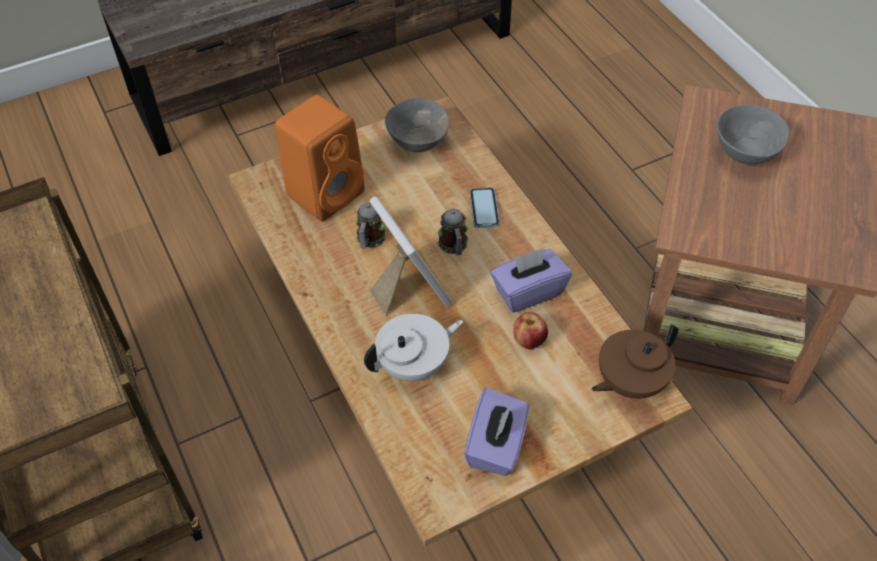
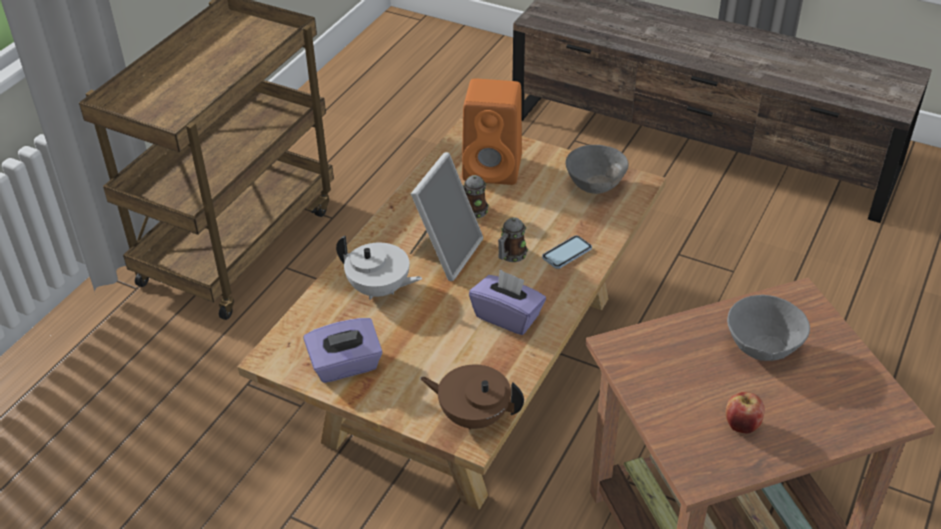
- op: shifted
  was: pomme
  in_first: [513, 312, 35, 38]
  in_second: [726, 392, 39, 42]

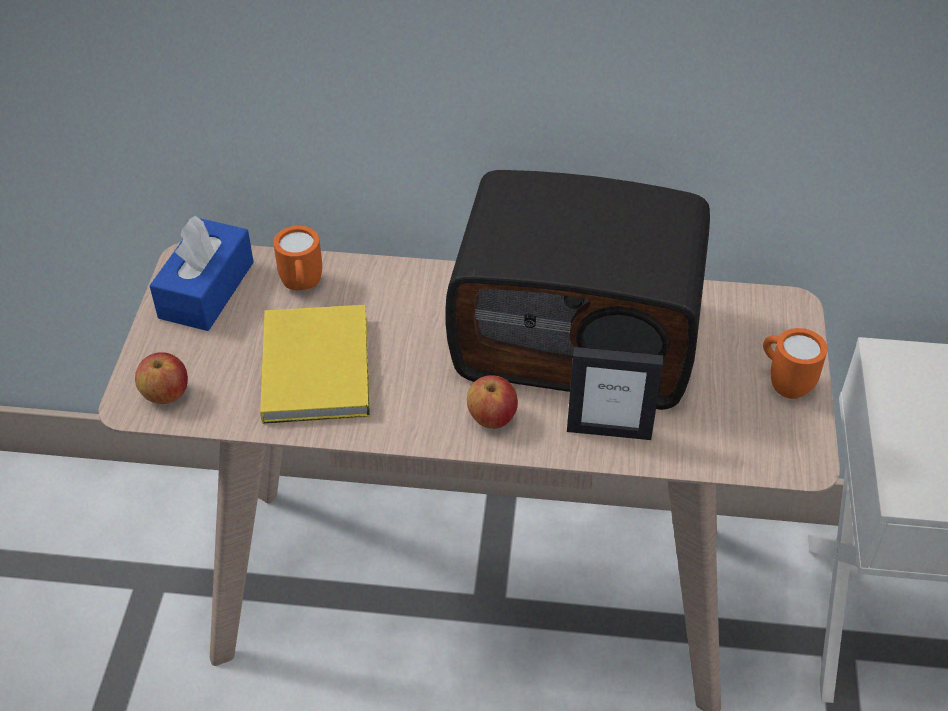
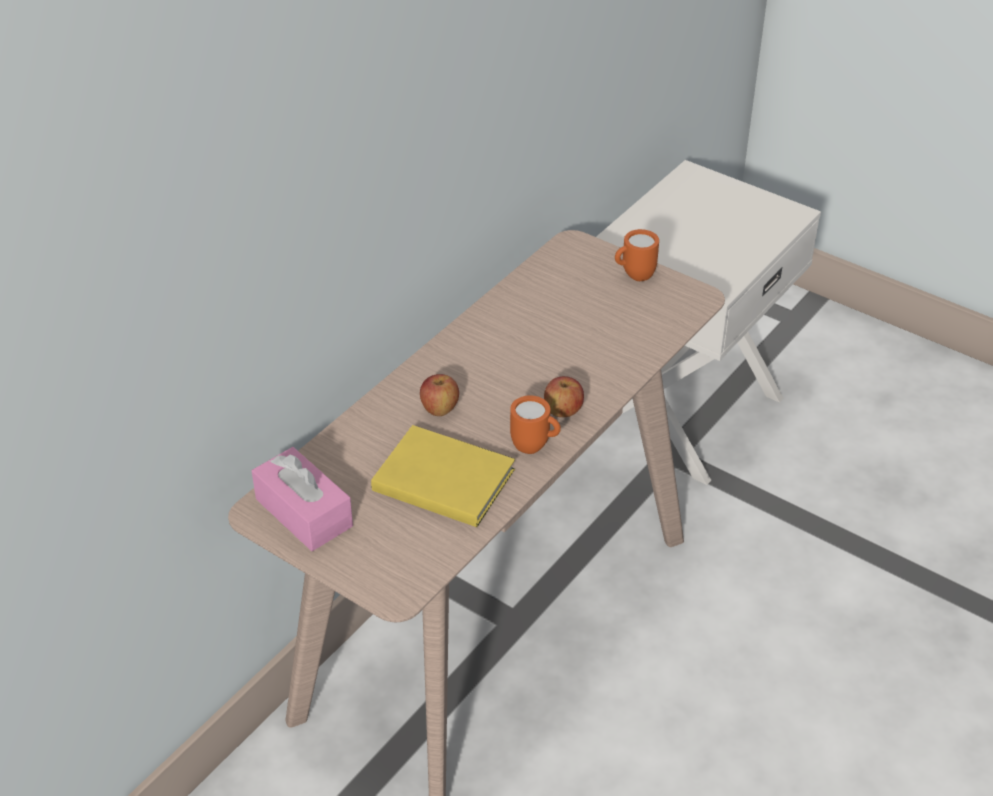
- op: gone
  was: radio
  in_first: [446, 170, 264, 240]
- op: gone
  was: cadre photo
  in_first: [567, 347, 96, 93]
- op: shifted
  was: pomme
  in_first: [135, 352, 53, 52]
  in_second: [420, 374, 39, 42]
- op: shifted
  was: mug [orange]
  in_first: [273, 226, 49, 64]
  in_second: [510, 395, 51, 59]
- op: repainted
  was: boîte à mouchoirs [bleu]
  now: boîte à mouchoirs [rose]
  in_first: [149, 216, 105, 115]
  in_second: [252, 447, 101, 104]

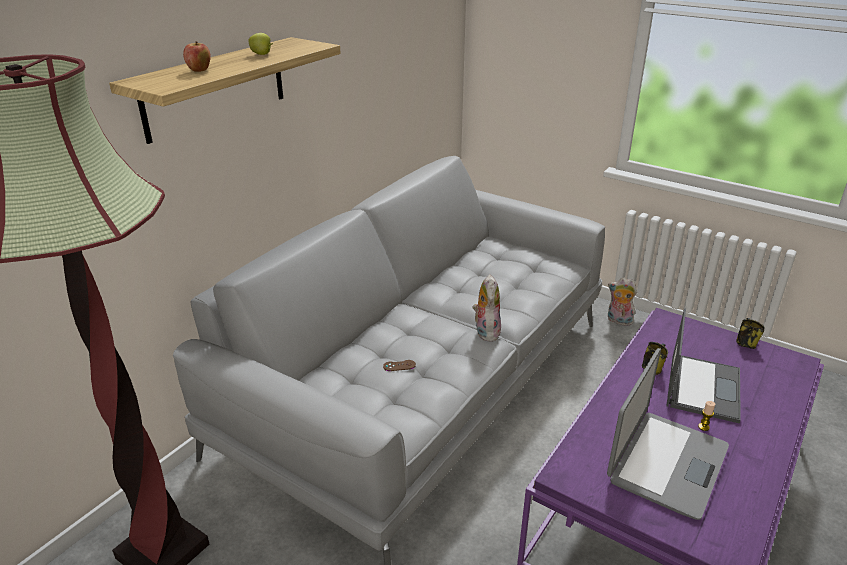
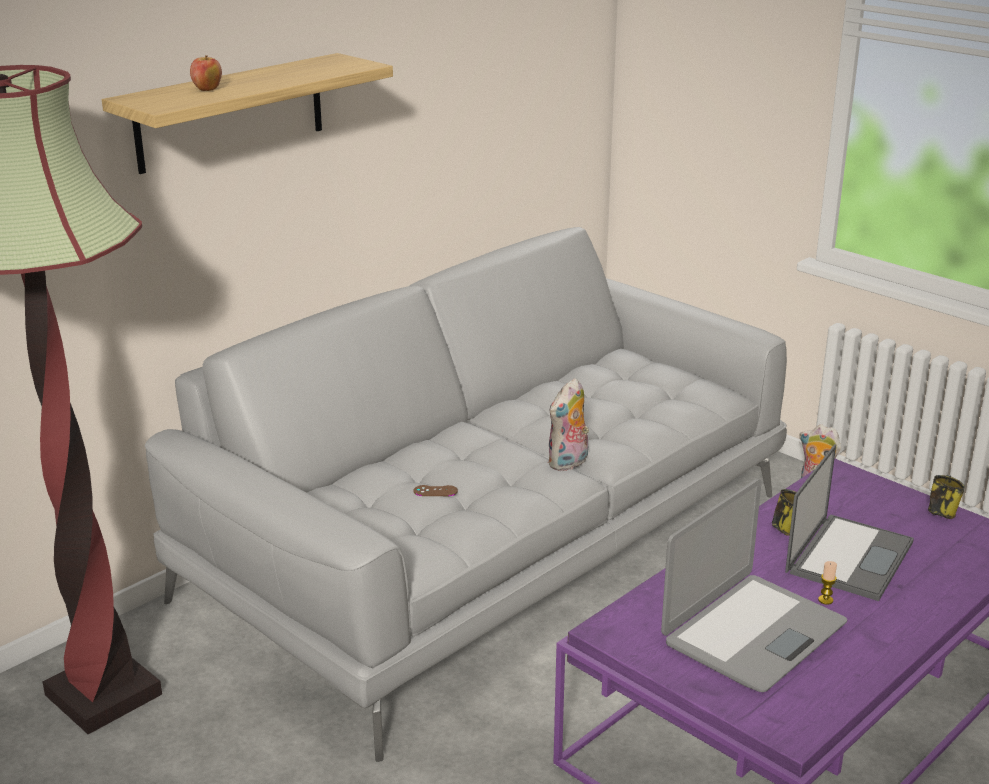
- op: gone
  was: pomme
  in_first: [248, 33, 25, 22]
- op: rotated
  was: peluche
  in_first: [473, 274, 28, 68]
  in_second: [548, 378, 41, 94]
  clockwise: -150

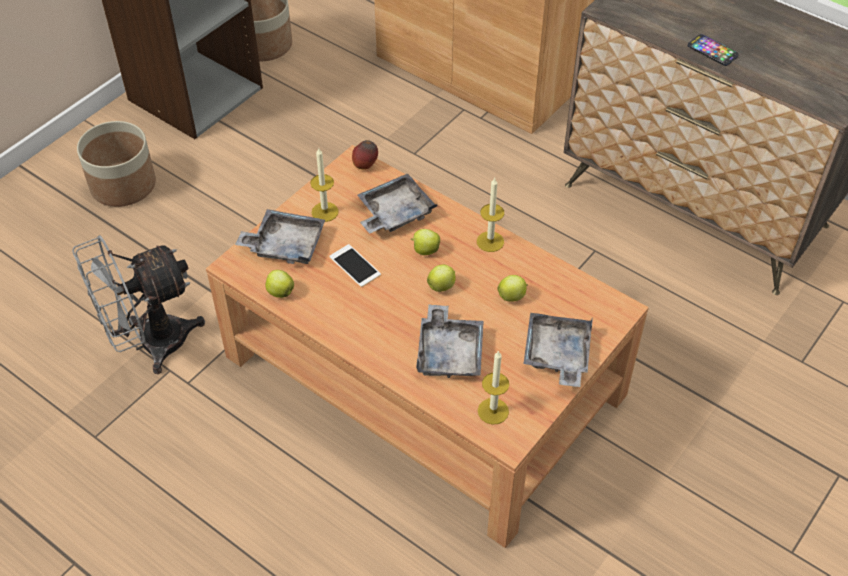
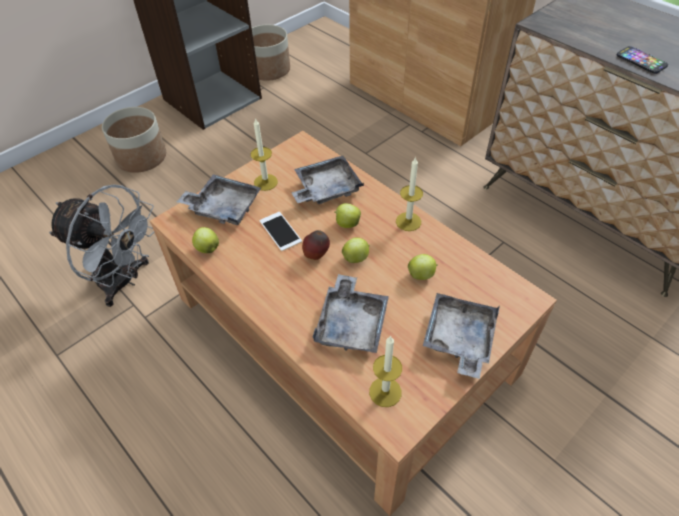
- op: shifted
  was: pomme
  in_first: [352, 140, 26, 30]
  in_second: [302, 230, 28, 30]
- op: rotated
  was: ventilateur [gris]
  in_first: [72, 235, 133, 139]
  in_second: [49, 184, 105, 123]
  clockwise: -135

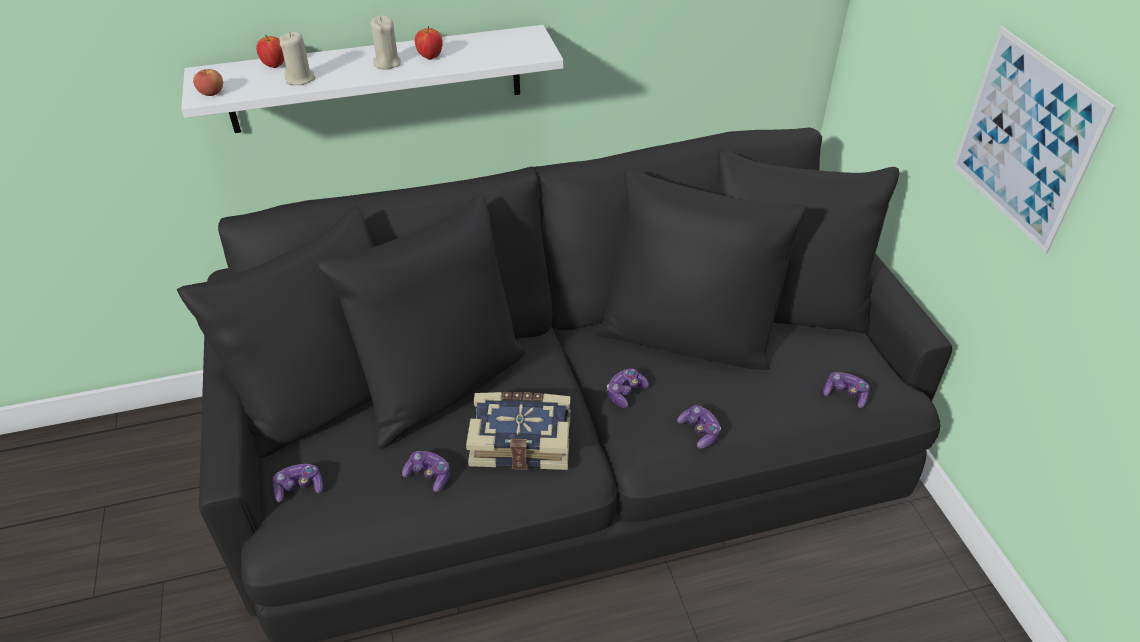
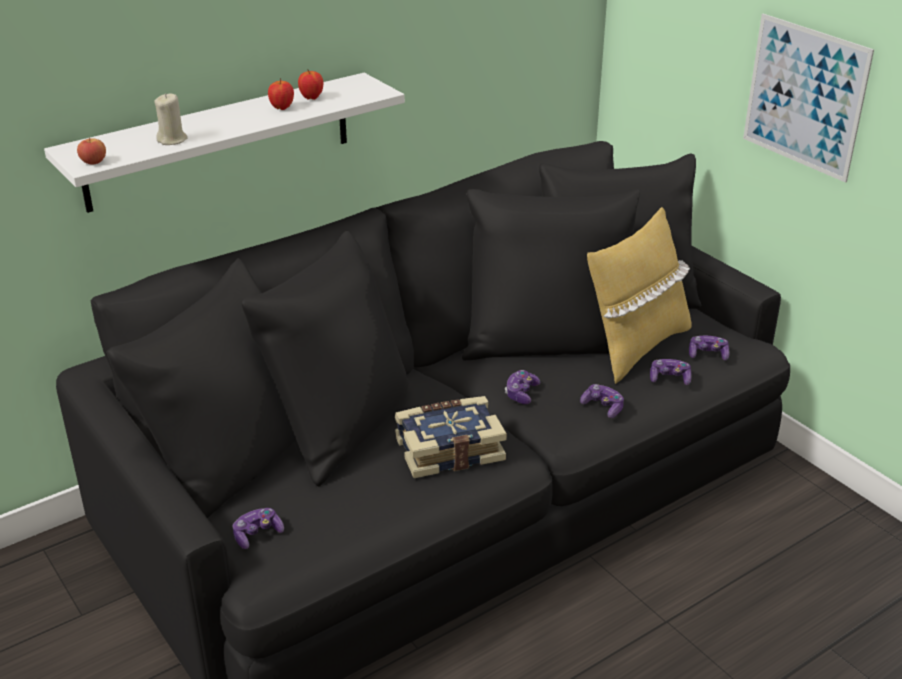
- op: gone
  was: bougie [beige]
  in_first: [370, 15, 31, 55]
- op: new
  now: coussin [jaune]
  in_second: [587, 207, 105, 177]
- op: shifted
  was: pomme
  in_first: [256, 35, 28, 33]
  in_second: [298, 69, 25, 31]
- op: shifted
  was: manette
  in_first: [402, 451, 48, 41]
  in_second: [650, 359, 41, 26]

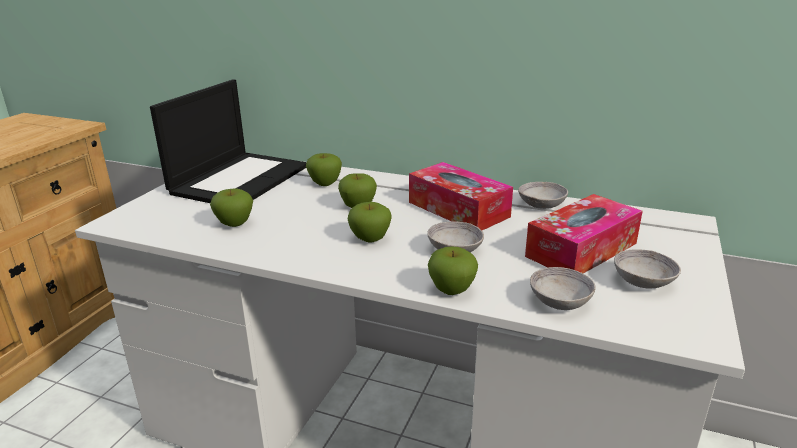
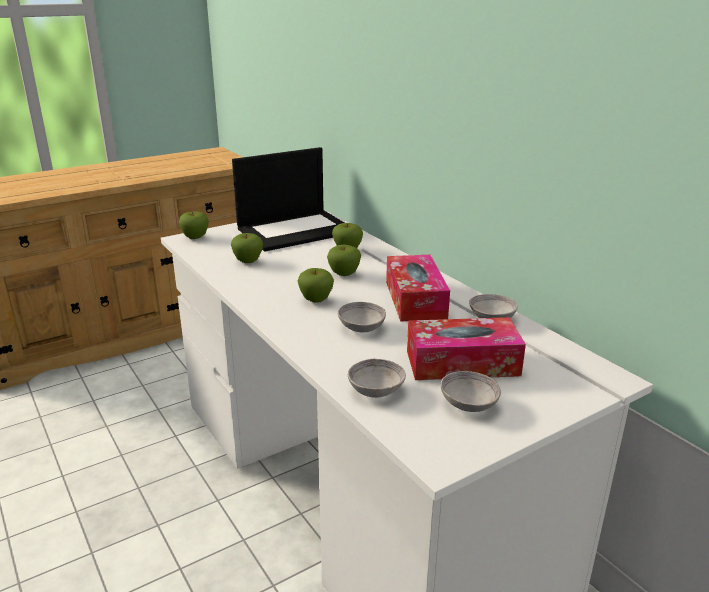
- op: shifted
  was: pomme
  in_first: [428, 247, 50, 48]
  in_second: [179, 212, 30, 27]

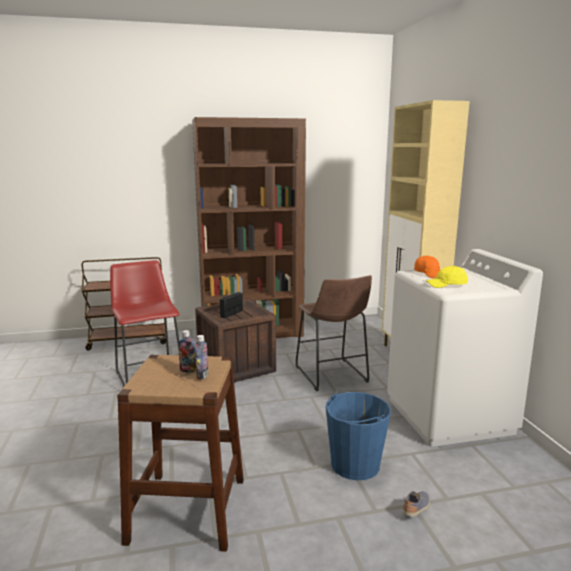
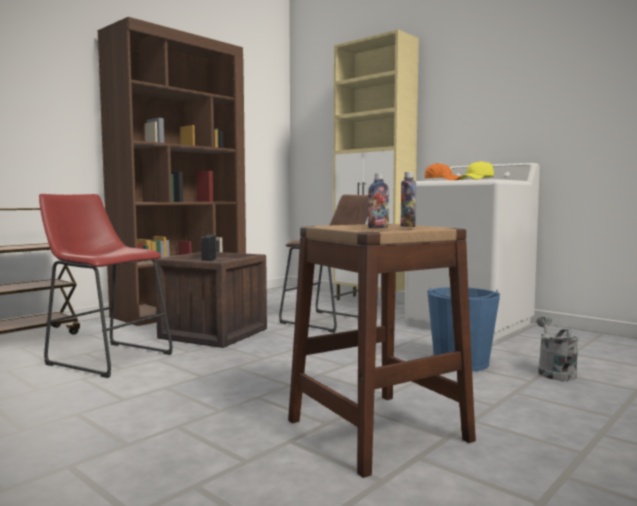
- op: swapped
  was: chaussure
  now: arrosoir [gris]
  in_first: [402, 491, 28, 26]
  in_second: [537, 315, 42, 66]

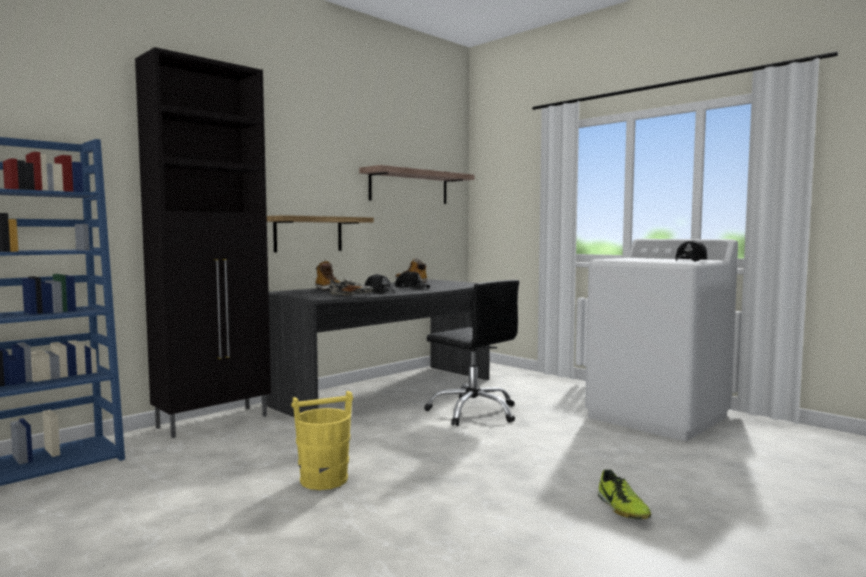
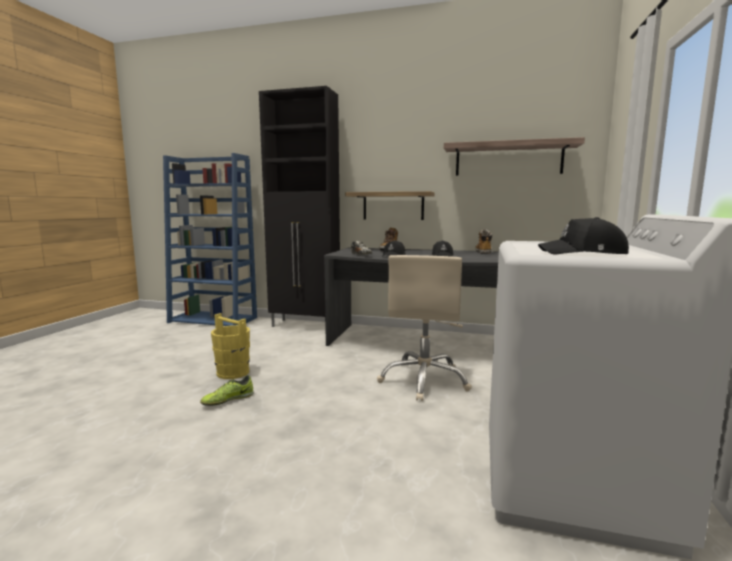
- op: shifted
  was: chaussure
  in_first: [598, 469, 53, 50]
  in_second: [200, 375, 54, 31]
- op: repainted
  was: chaise de bureau [noir]
  now: chaise de bureau [beige]
  in_first: [424, 280, 95, 146]
  in_second: [377, 255, 95, 146]

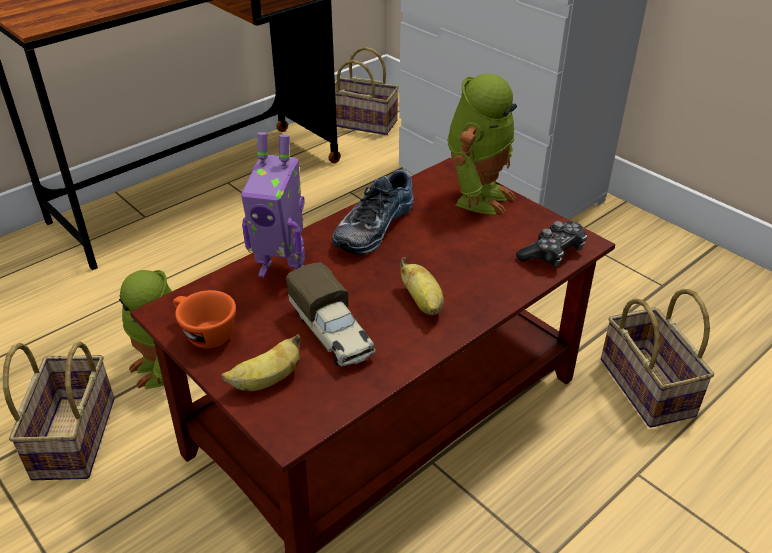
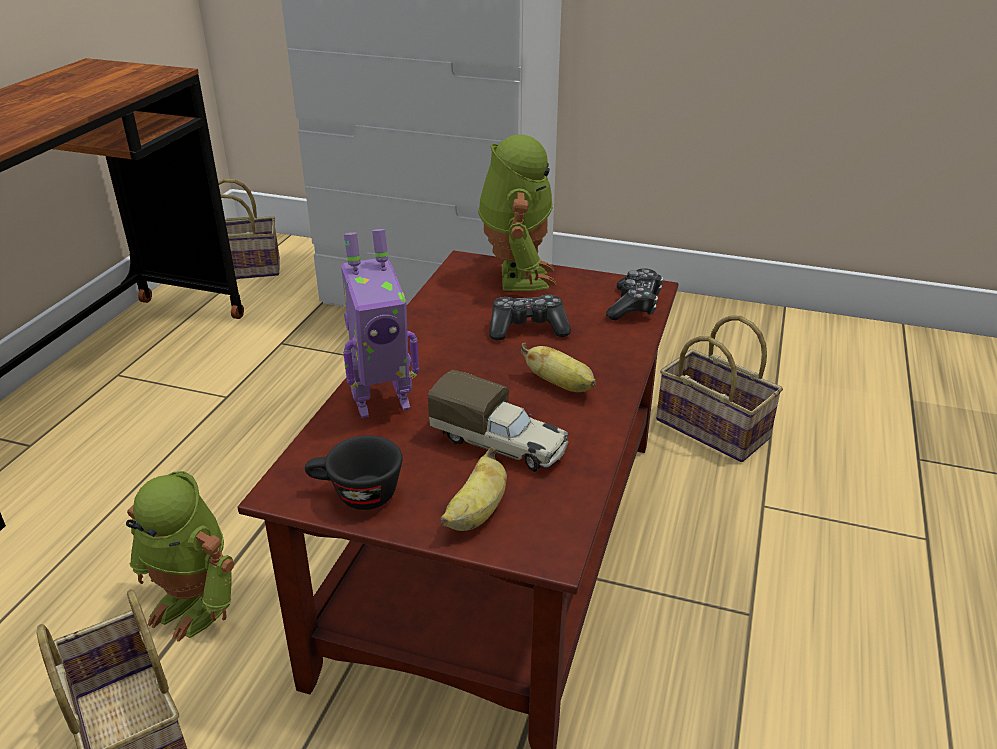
- op: gone
  was: chaussure
  in_first: [332, 170, 82, 85]
- op: new
  now: manette
  in_second: [489, 295, 82, 46]
- op: repainted
  was: tasse [orange]
  now: tasse [noir]
  in_first: [173, 290, 63, 58]
  in_second: [305, 436, 97, 74]

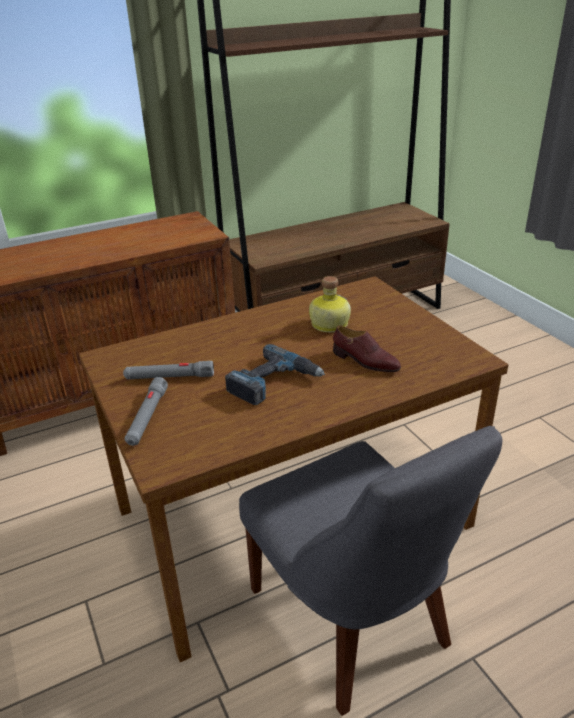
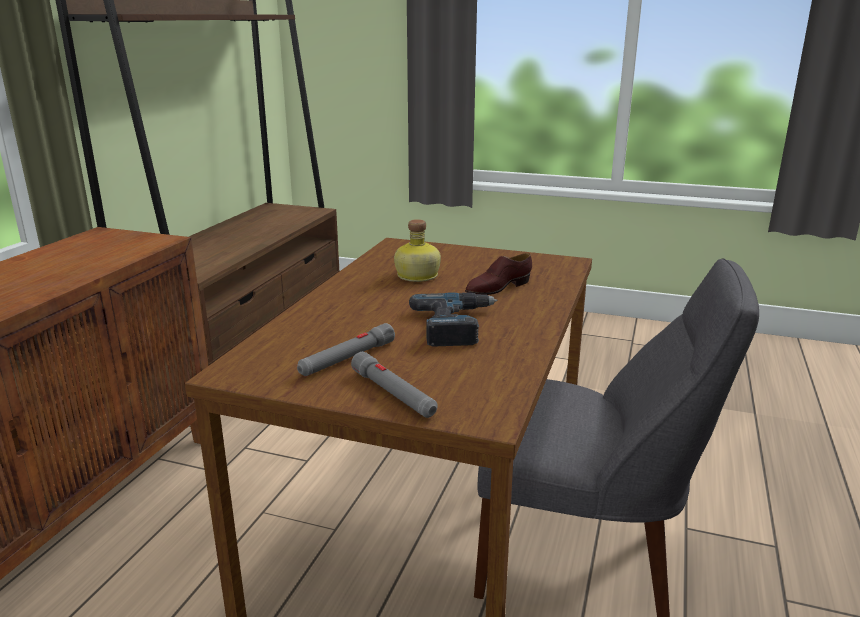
- op: rotated
  was: chaussure [marron]
  in_first: [333, 326, 68, 46]
  in_second: [465, 253, 67, 42]
  clockwise: 150

